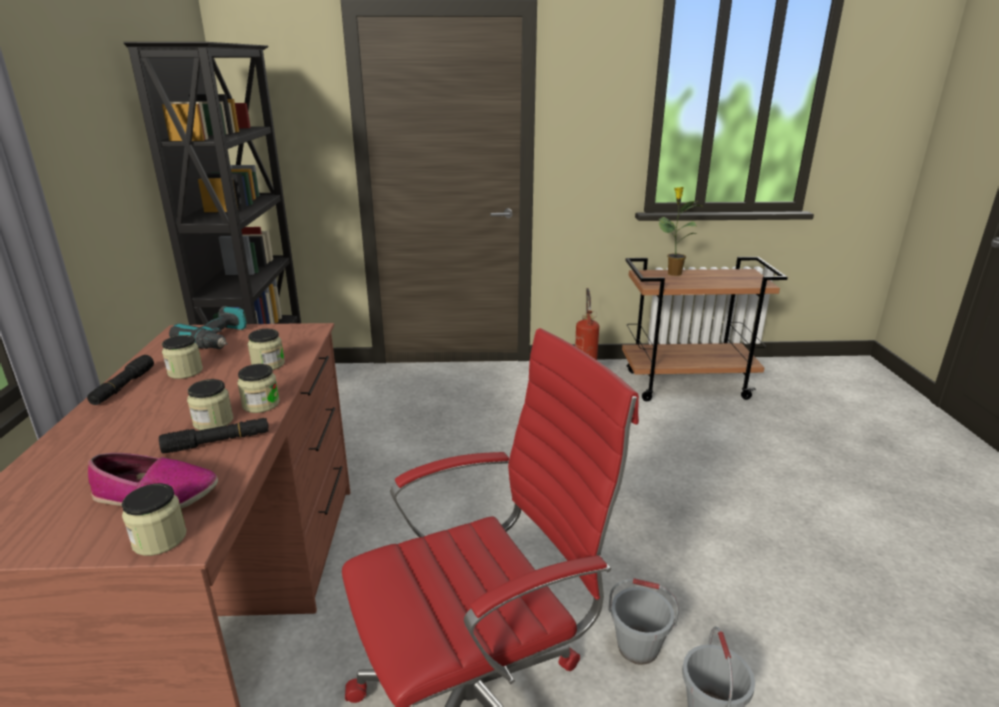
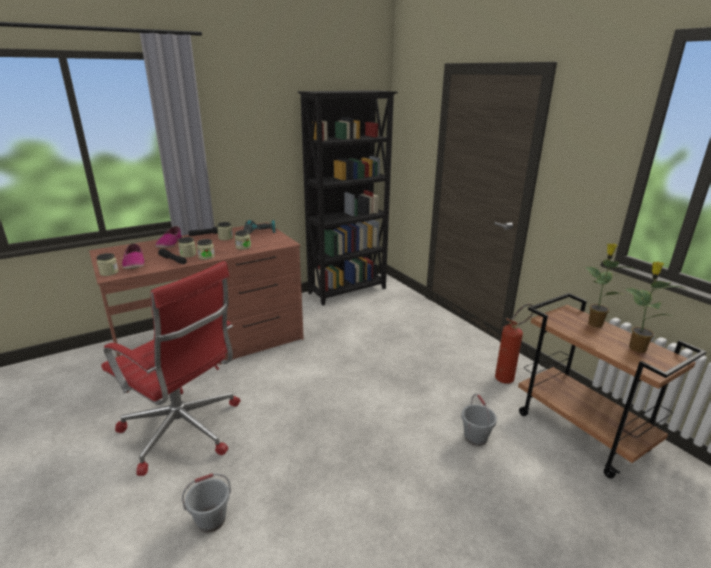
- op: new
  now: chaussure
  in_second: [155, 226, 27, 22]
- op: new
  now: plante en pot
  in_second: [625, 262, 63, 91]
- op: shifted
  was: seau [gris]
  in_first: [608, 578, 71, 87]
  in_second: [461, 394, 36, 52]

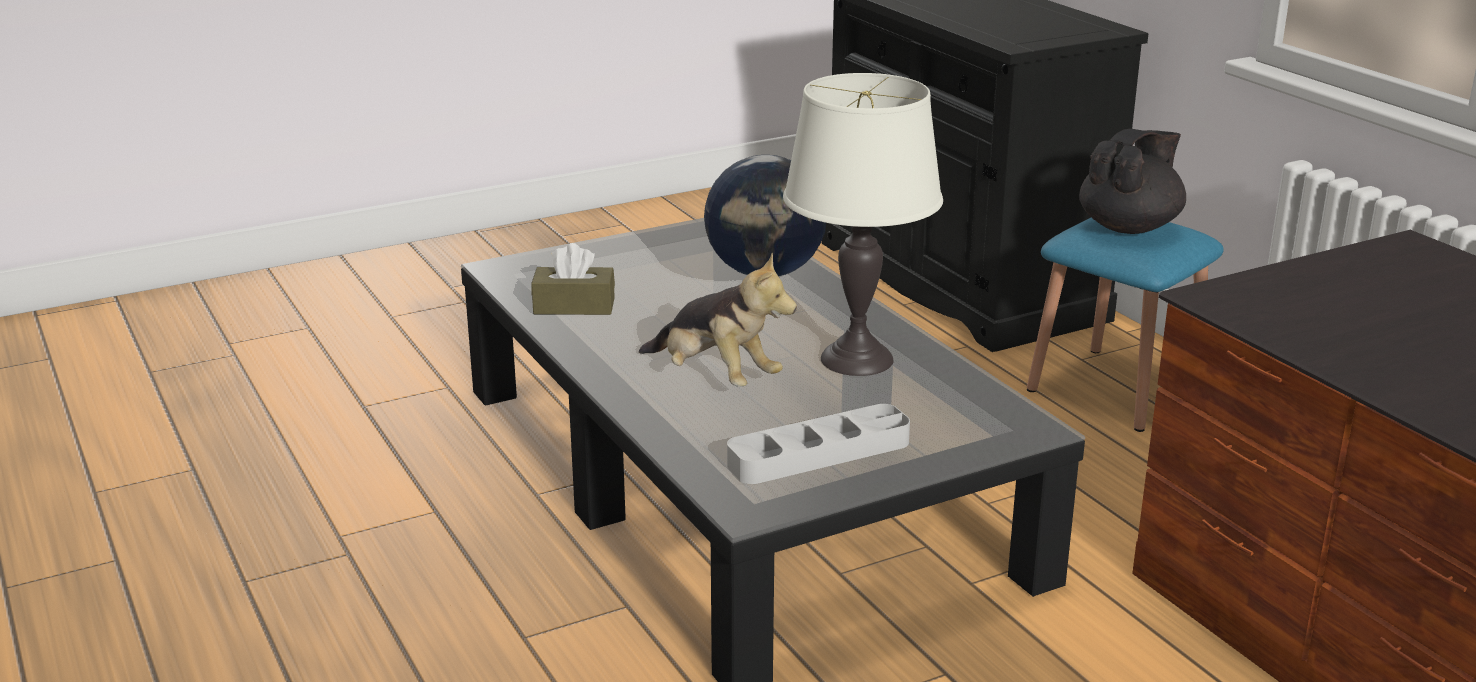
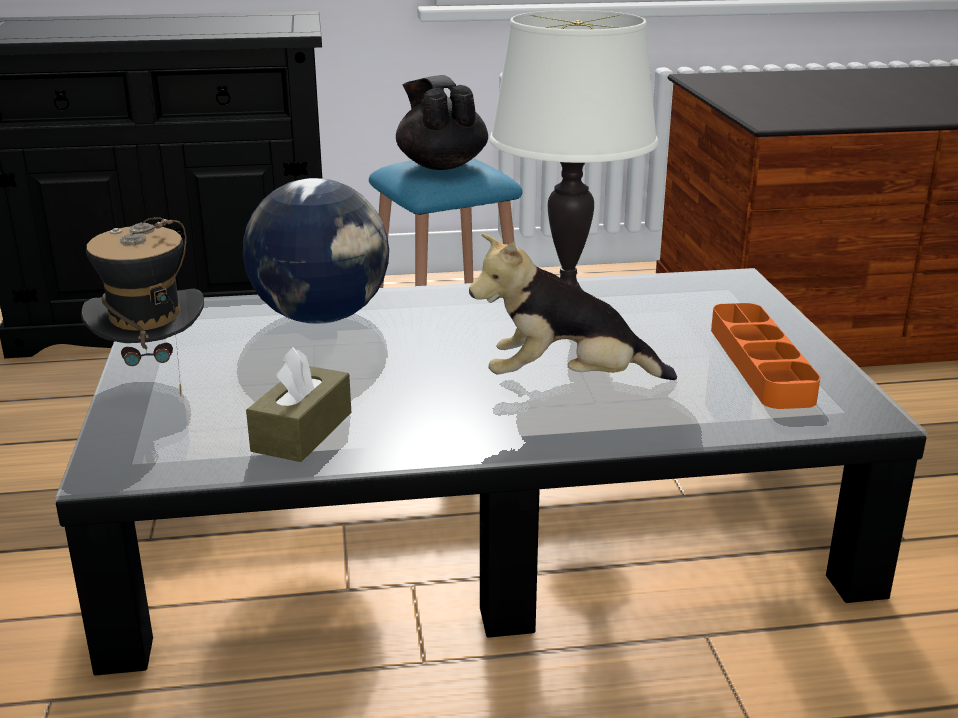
- op: new
  now: chapeau
  in_second: [81, 217, 123, 179]
- op: repainted
  was: plateau [gris]
  now: plateau [orange]
  in_first: [727, 404, 183, 80]
  in_second: [711, 303, 109, 106]
- op: rotated
  was: peluche
  in_first: [639, 253, 158, 134]
  in_second: [469, 233, 208, 147]
  clockwise: -150

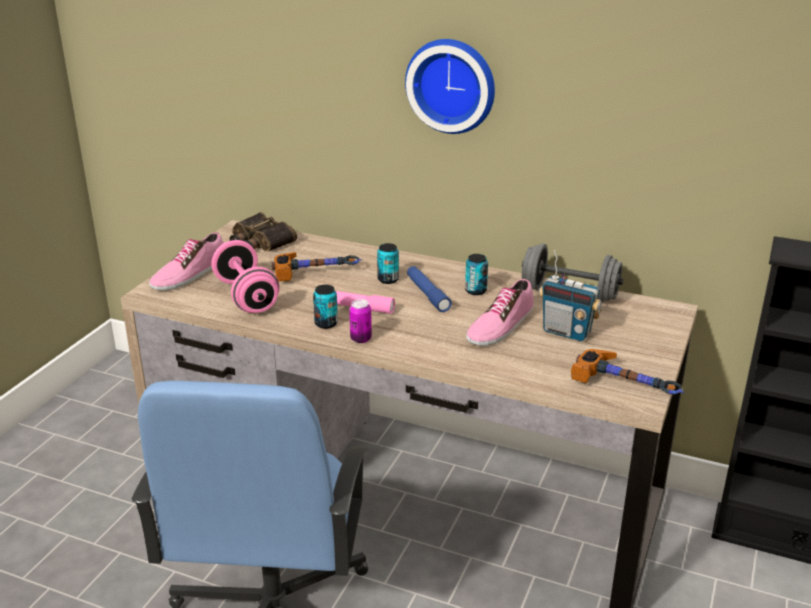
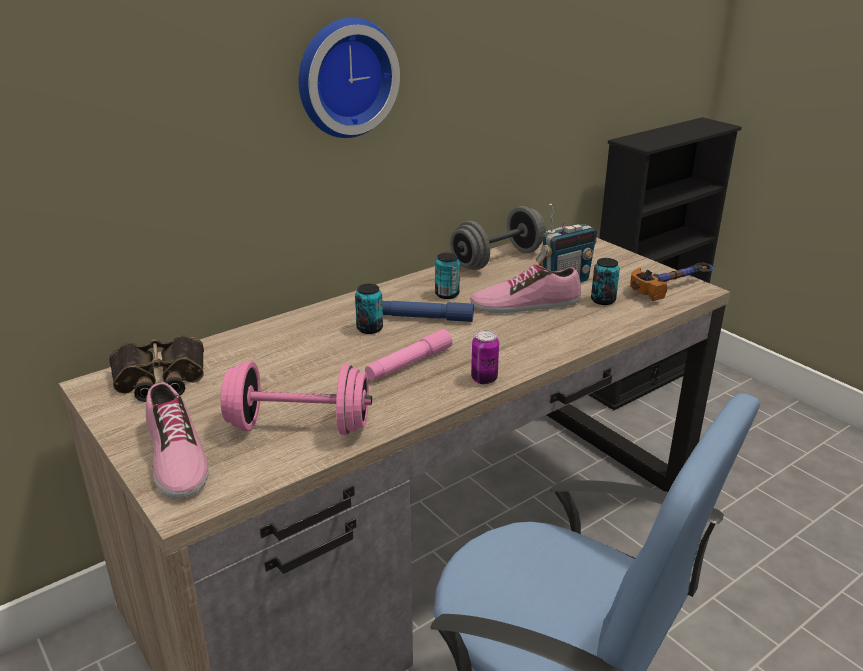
- op: gone
  was: marteau
  in_first: [272, 252, 90, 29]
- op: shifted
  was: boîte métallique
  in_first: [313, 285, 25, 44]
  in_second: [591, 258, 29, 47]
- op: rotated
  was: chaussure
  in_first: [466, 279, 68, 67]
  in_second: [470, 265, 111, 48]
  clockwise: 105

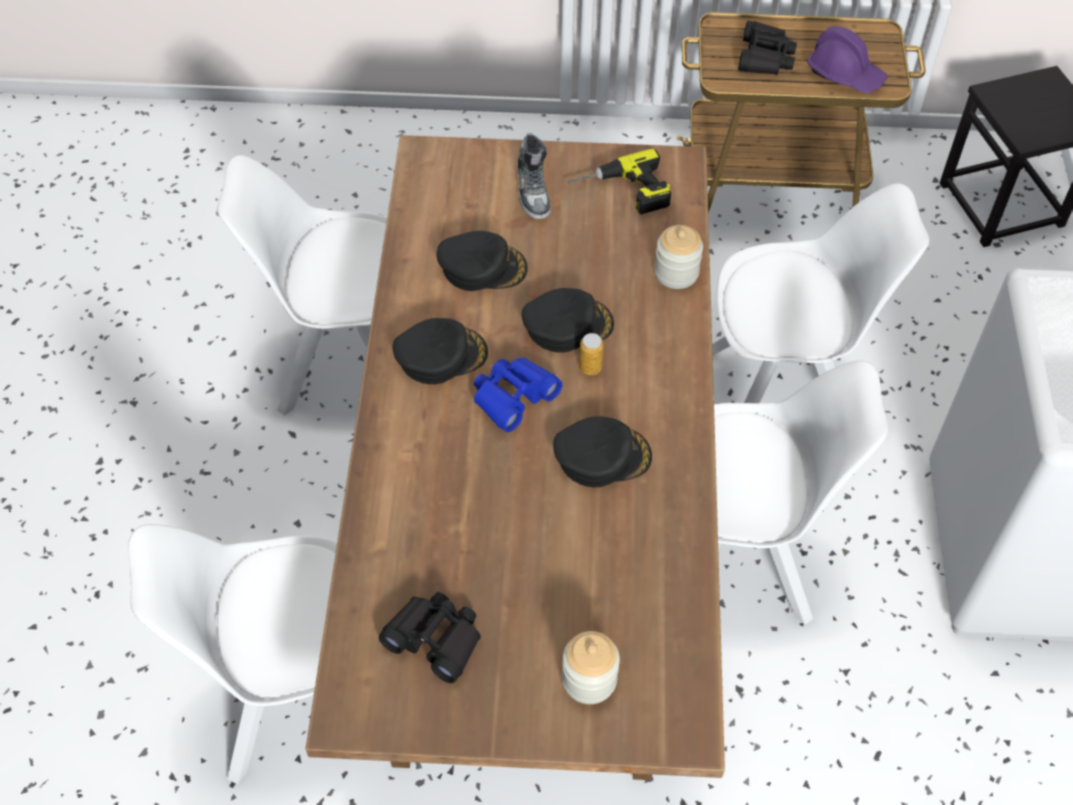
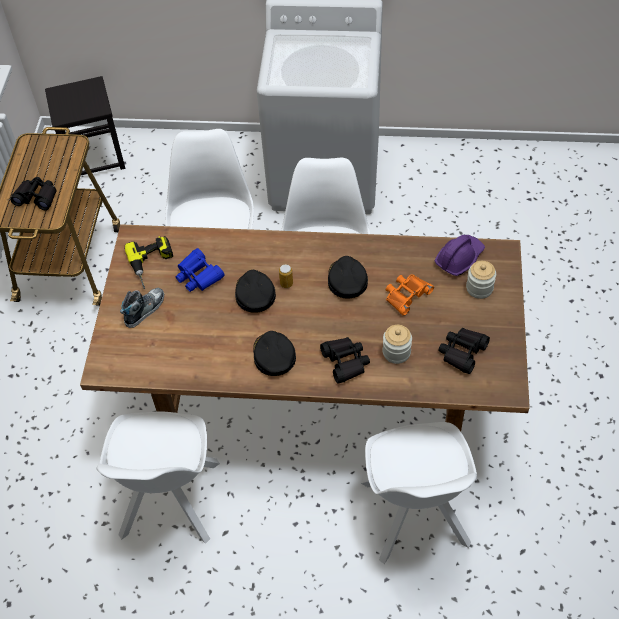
- op: gone
  was: casquette [noir]
  in_first: [437, 231, 91, 60]
- op: new
  now: jumelles [noir]
  in_second: [320, 337, 50, 47]
- op: new
  now: jumelles [orange]
  in_second: [386, 275, 48, 41]
- op: shifted
  was: jumelles [bleu]
  in_first: [474, 357, 89, 75]
  in_second: [176, 248, 49, 44]
- op: shifted
  was: bocal
  in_first: [654, 225, 49, 64]
  in_second: [382, 325, 30, 39]
- op: shifted
  was: casque de chantier [violet]
  in_first: [807, 26, 80, 67]
  in_second: [435, 235, 50, 41]
- op: rotated
  was: chaussure
  in_first: [517, 133, 34, 86]
  in_second: [120, 288, 44, 40]
  clockwise: -45

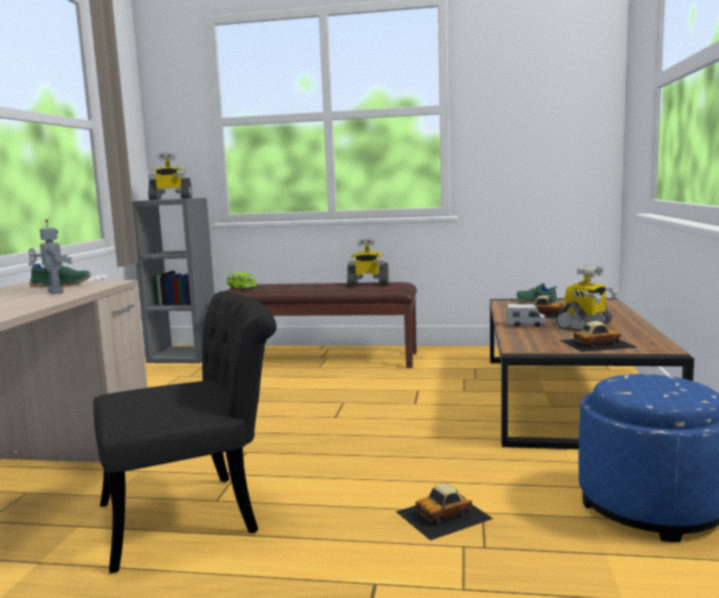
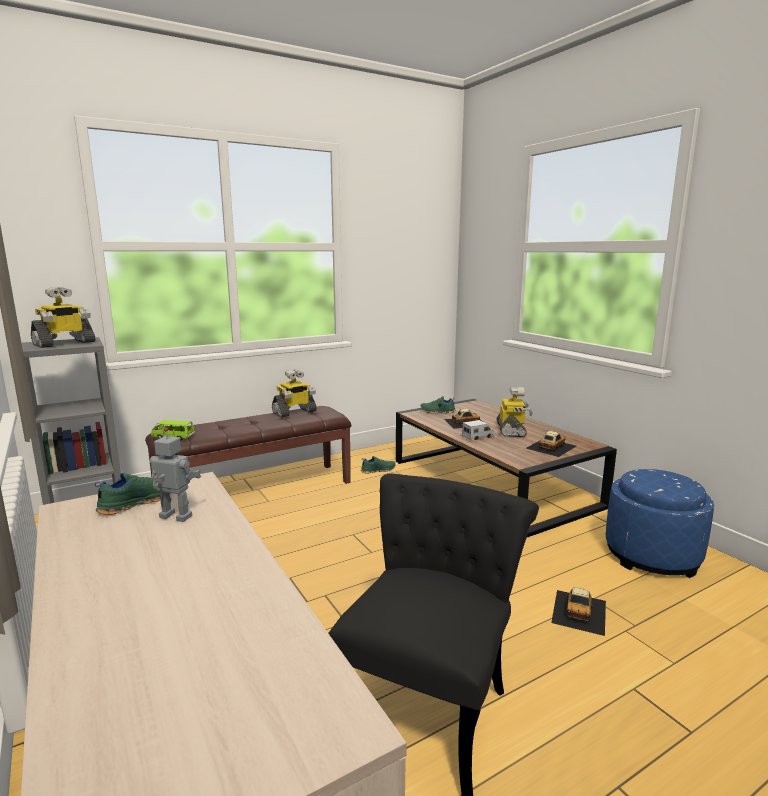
- op: new
  now: chaussure [vert]
  in_second: [361, 456, 34, 18]

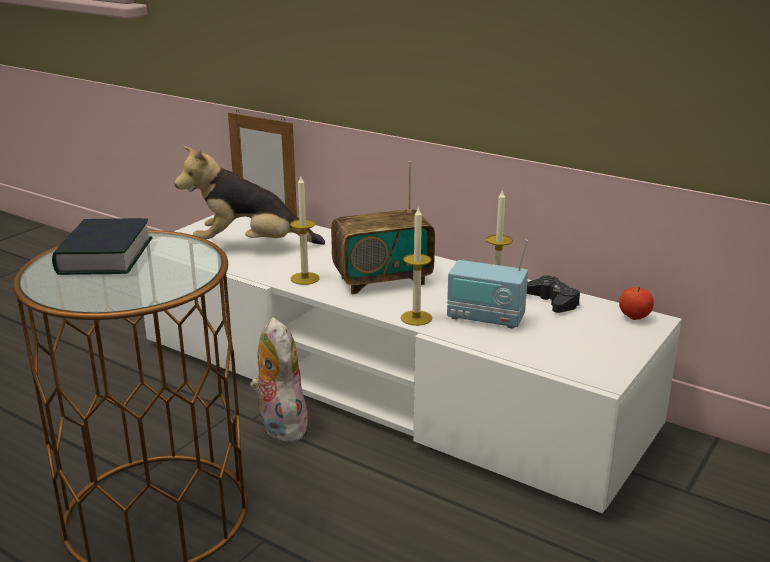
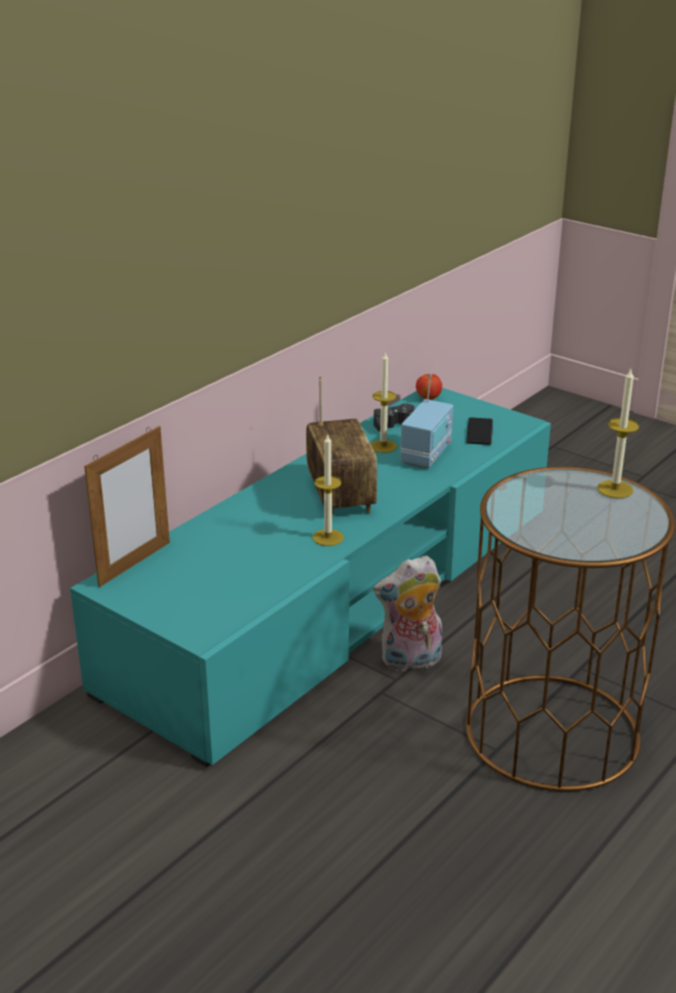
- op: gone
  was: livre
  in_first: [52, 218, 100, 57]
- op: gone
  was: peluche
  in_first: [174, 145, 151, 100]
- op: new
  now: téléphone
  in_second: [466, 418, 27, 27]
- op: shifted
  was: bougie
  in_first: [401, 206, 31, 120]
  in_second: [597, 368, 42, 130]
- op: repainted
  was: meuble télé [blanc]
  now: meuble télé [turquoise]
  in_first: [144, 215, 538, 300]
  in_second: [70, 388, 481, 379]

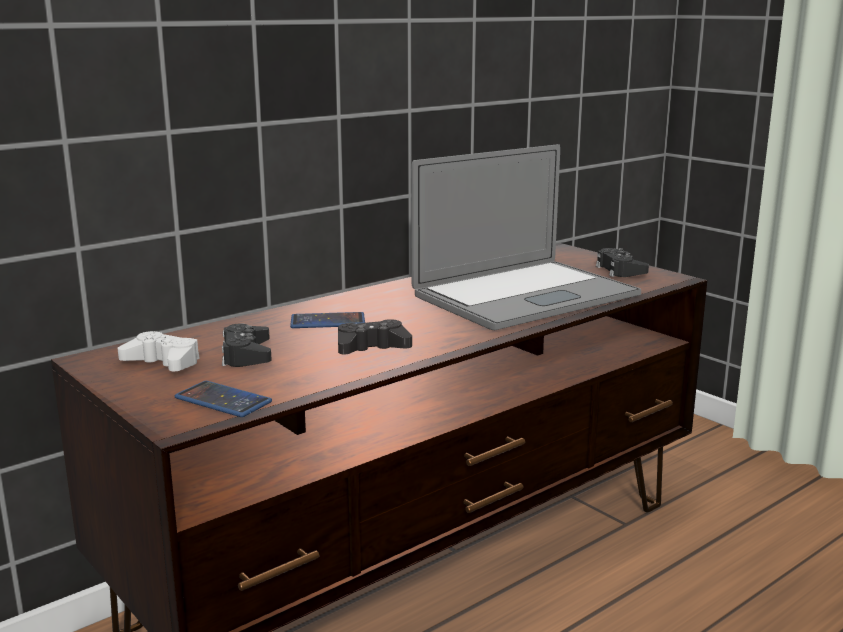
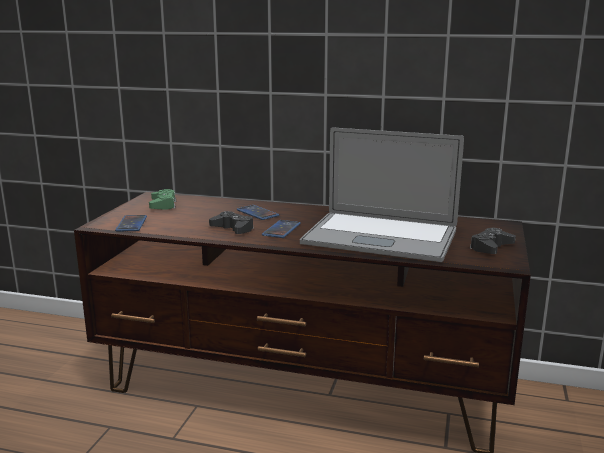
- op: gone
  was: manette [noir]
  in_first: [222, 323, 50, 44]
- op: new
  now: téléphone
  in_second: [262, 220, 39, 18]
- op: repainted
  was: manette [blanc]
  now: manette [vert]
  in_first: [118, 331, 82, 40]
  in_second: [149, 189, 27, 21]

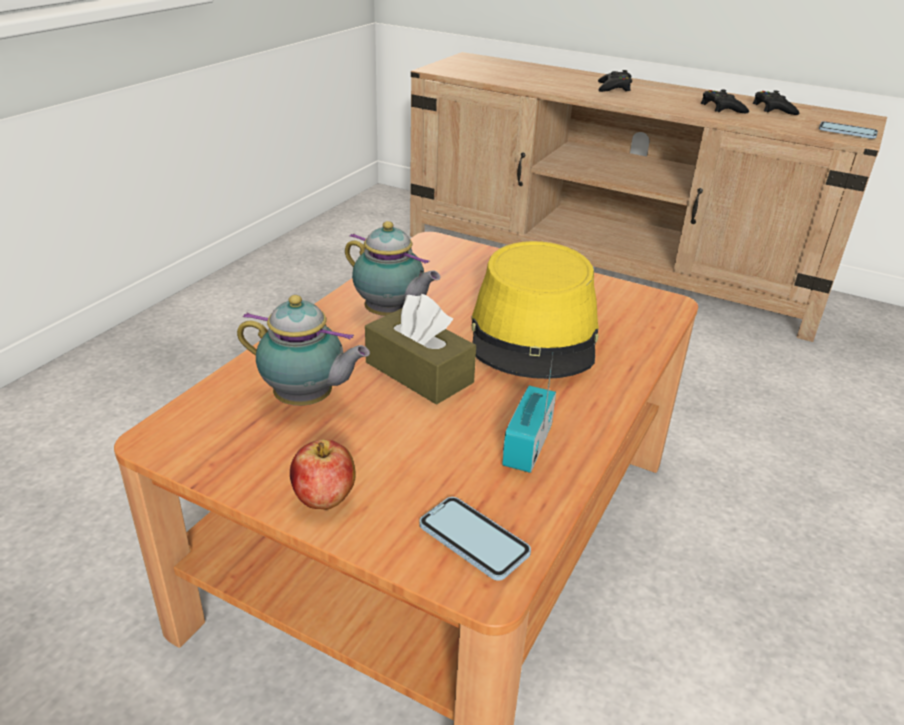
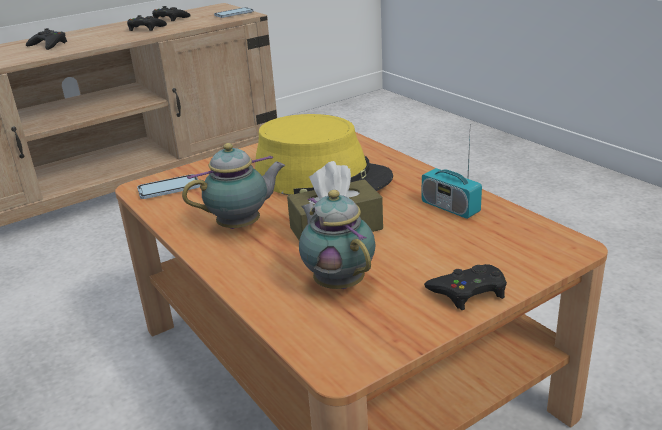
- op: shifted
  was: téléphone
  in_first: [419, 497, 112, 84]
  in_second: [137, 174, 63, 25]
- op: swapped
  was: pomme
  now: manette [noir]
  in_first: [290, 439, 66, 71]
  in_second: [424, 264, 83, 46]
- op: rotated
  was: théière
  in_first: [237, 295, 133, 111]
  in_second: [299, 190, 77, 99]
  clockwise: -75

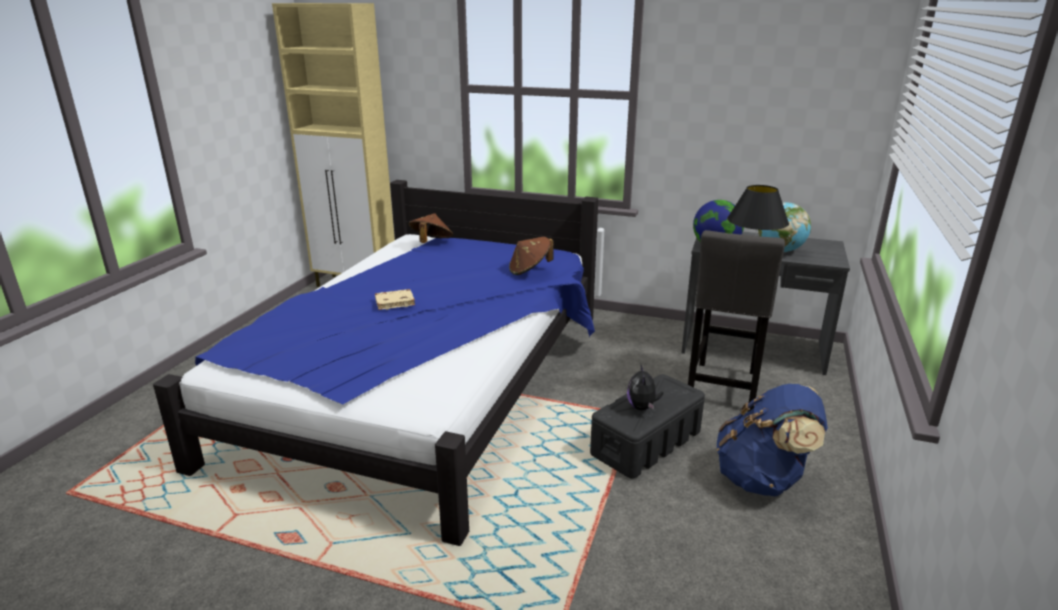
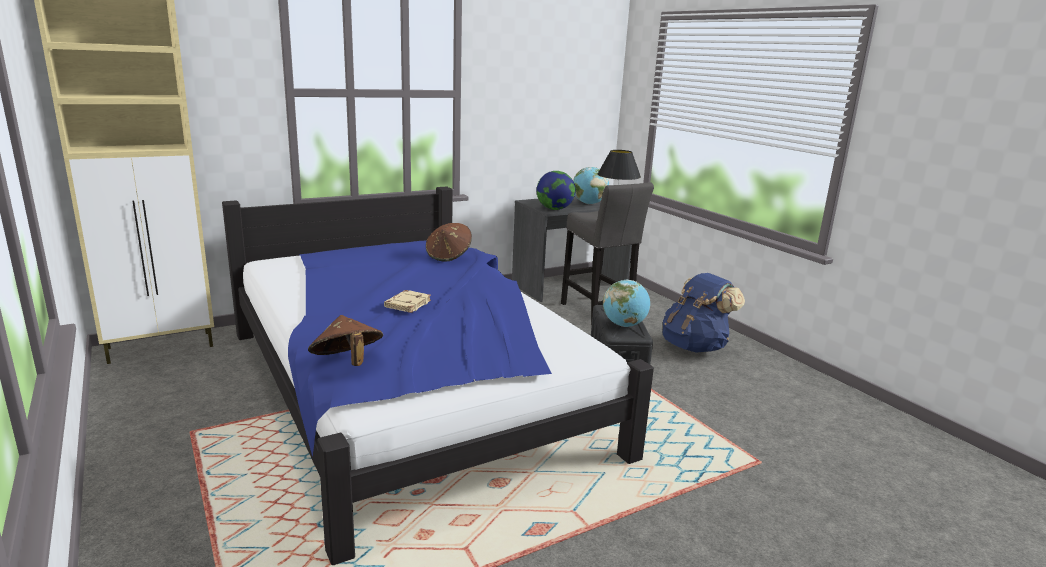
- op: shifted
  was: chapeau [marron]
  in_first: [409, 213, 44, 30]
  in_second: [308, 315, 75, 51]
- op: swapped
  was: peluche
  now: globe
  in_first: [627, 365, 36, 45]
  in_second: [603, 280, 47, 47]

